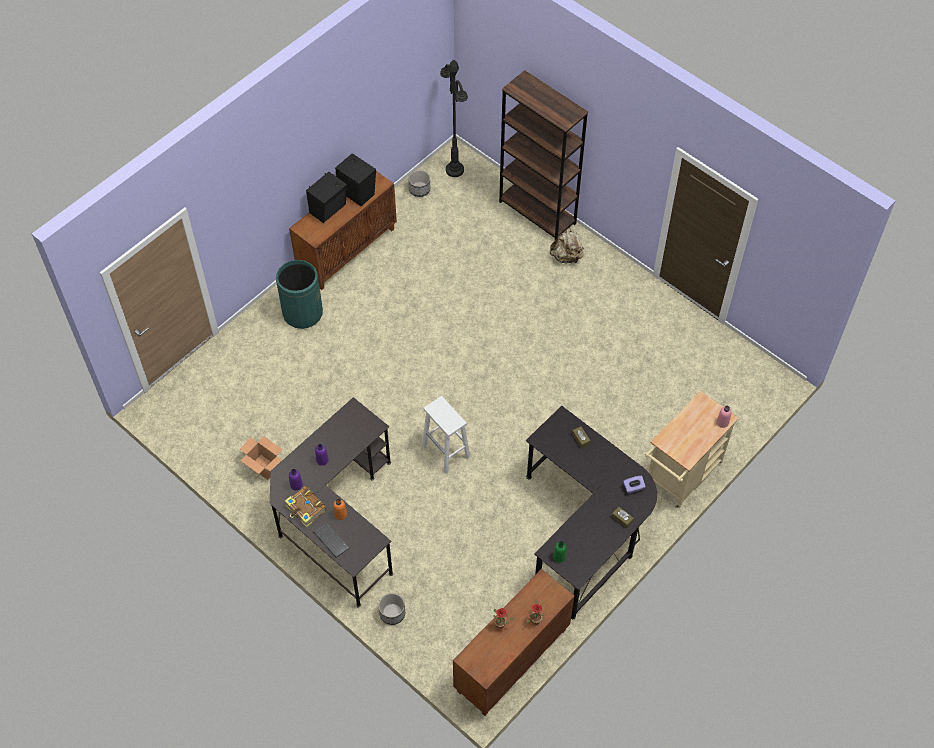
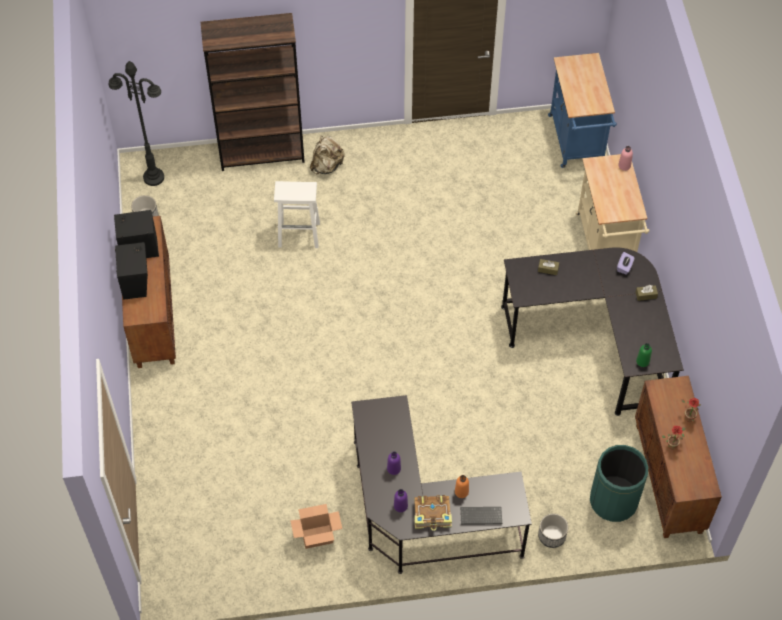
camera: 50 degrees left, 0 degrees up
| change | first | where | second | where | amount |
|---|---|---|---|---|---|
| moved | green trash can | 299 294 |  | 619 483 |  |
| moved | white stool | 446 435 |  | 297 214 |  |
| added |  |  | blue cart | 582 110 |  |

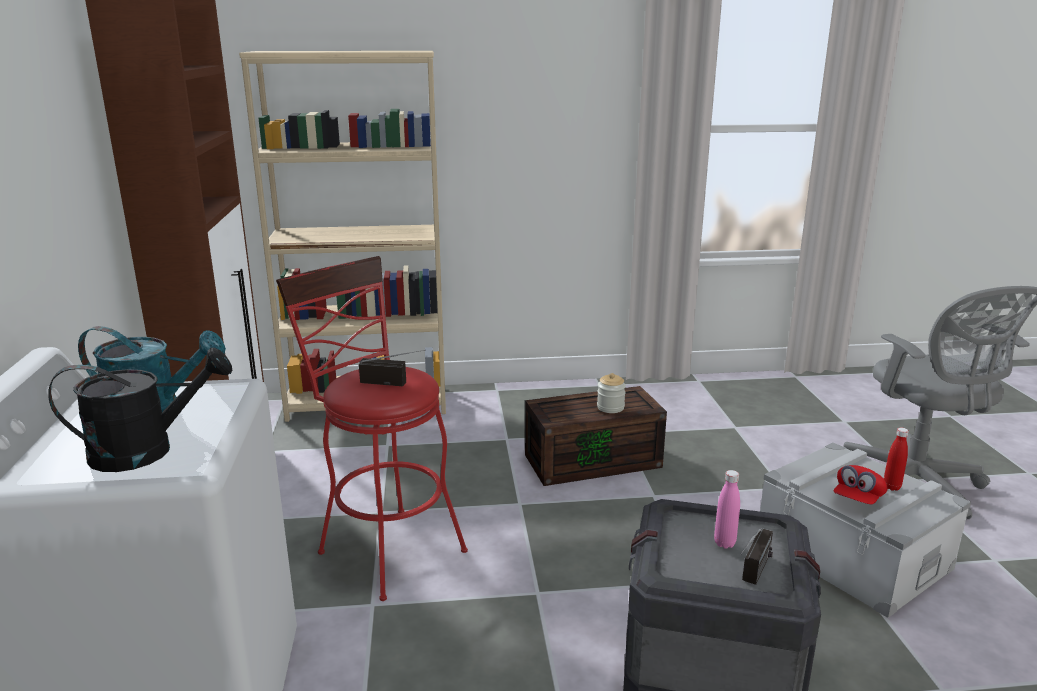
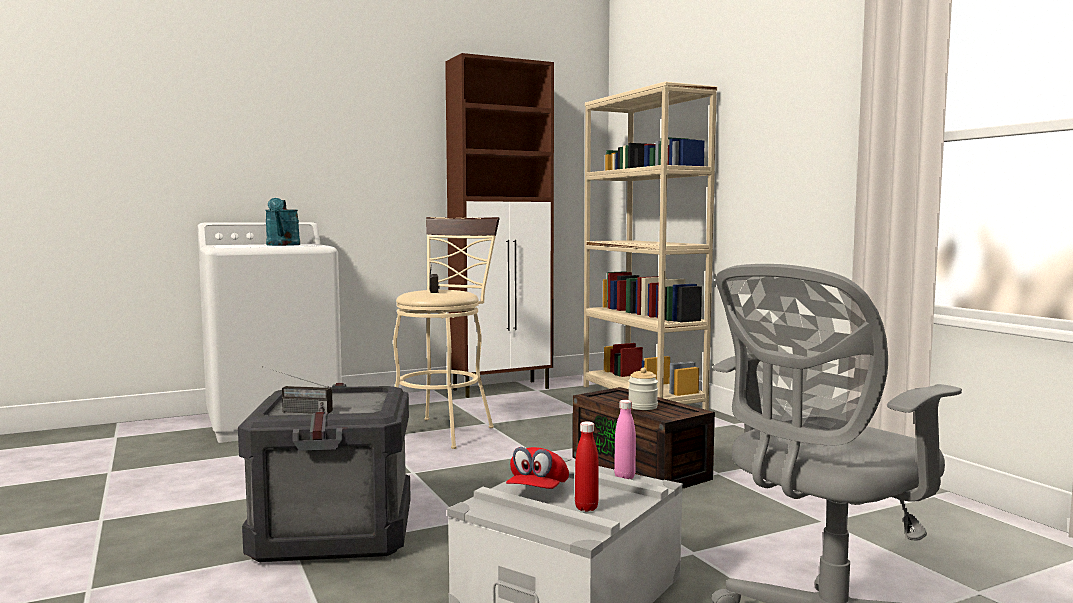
camera: 70 degrees right, 15 degrees down
| change | first | where | second | where | amount |
|---|---|---|---|---|---|
| removed | black watering can | 140 409 |  |  |  |
| recoloured | red stool | 372 428 | beige stool | 446 333 |  |
| moved | pink bottle | 727 509 |  | 625 439 |  |
| turned | red cap | 860 484 |  | 537 468 | 90 degrees counterclockwise |

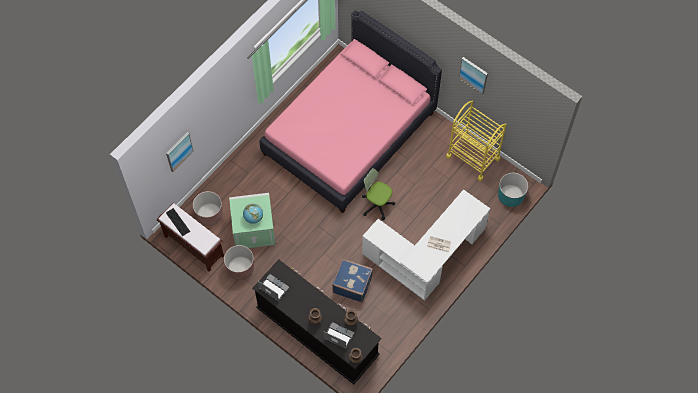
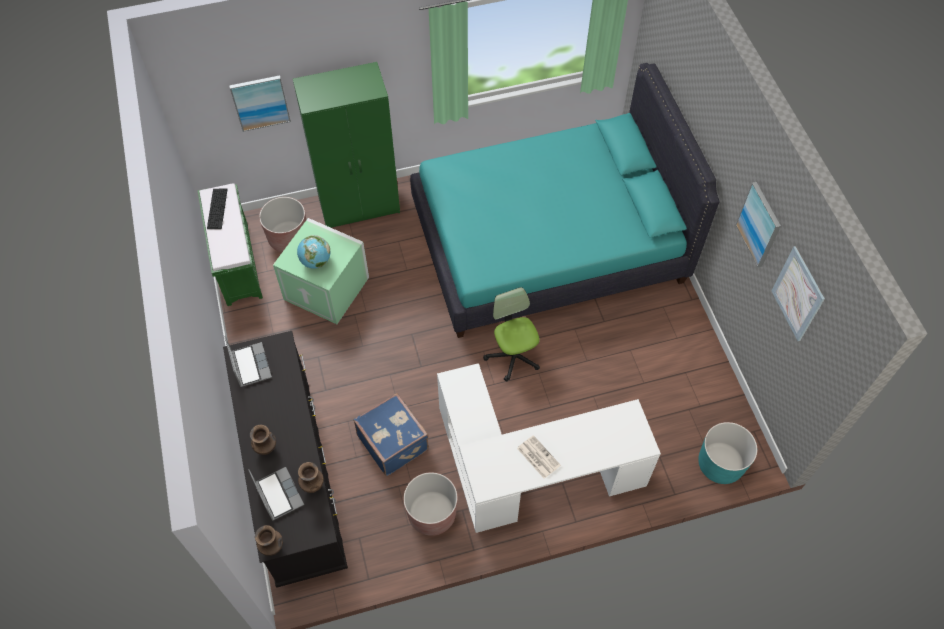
camera: 35 degrees right, 5 degrees down
| change | first | where | second | where | amount |
|---|---|---|---|---|---|
| recoloured | brown bench | 190 237 | green bench | 230 244 |  |
| moved | brown planter | 239 262 |  | 430 504 |  |
| recoloured | pink bed | 351 112 | turquoise bed | 565 200 |  |
| removed | yellow cart | 476 141 |  |  |  |
| added |  |  | green wardrobe | 346 145 |  |
| added |  |  | picture | 798 293 |  |

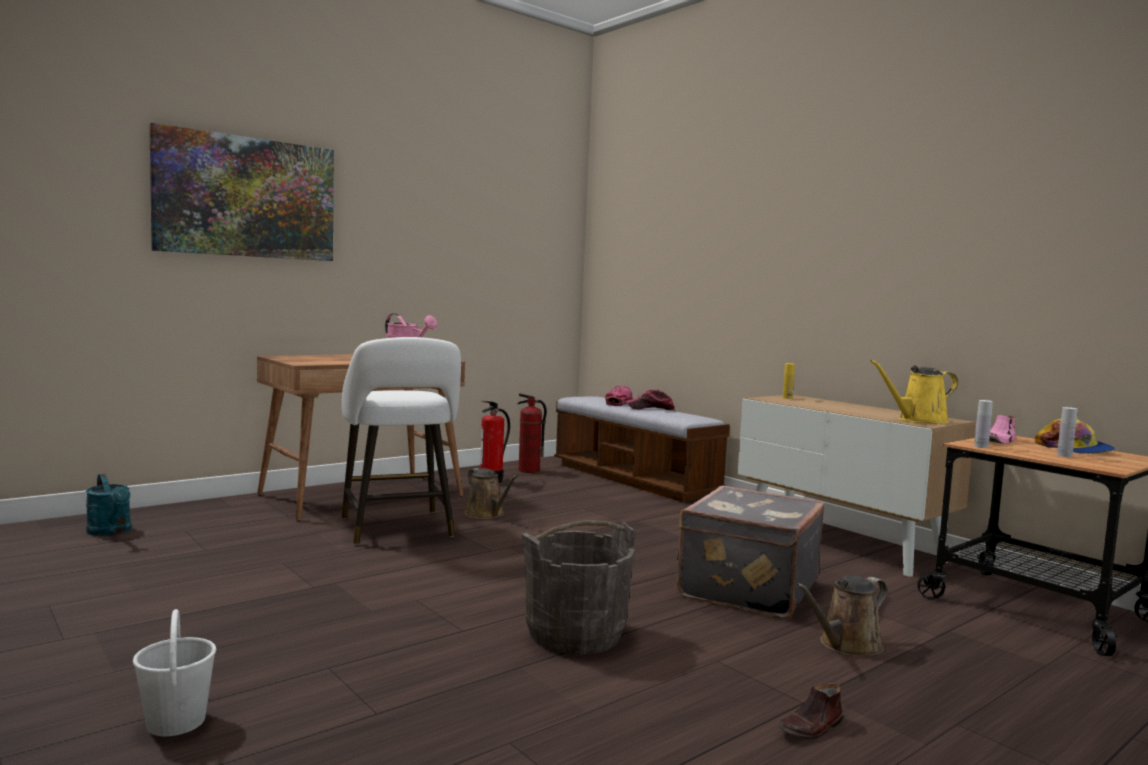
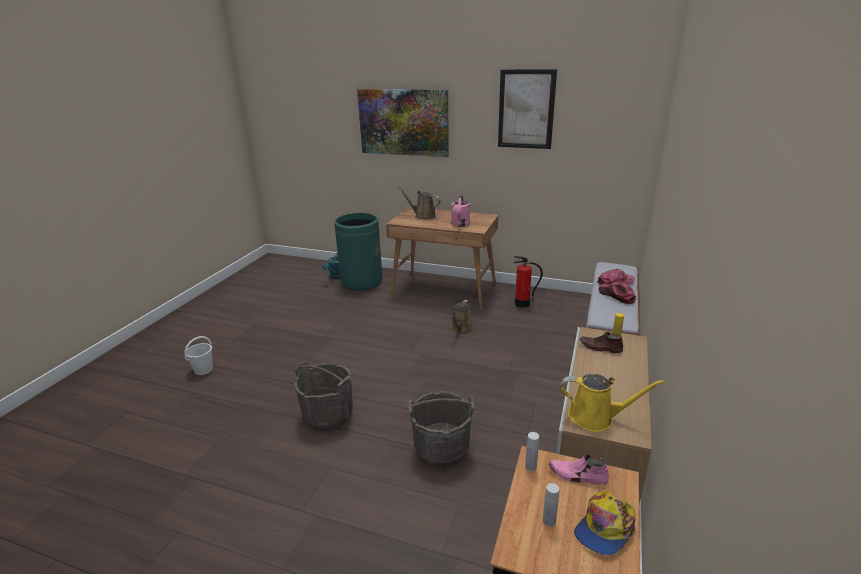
camera: 60 degrees right, 20 degrees up
| change | first | where | second | where | amount |
|---|---|---|---|---|---|
| removed | white stool | 401 441 |  |  |  |
| removed | fire extinguisher | 532 433 |  |  |  |
| replaced | grey suitcase | 751 552 | grey bucket | 441 429 |  |
| moved | brown shoe | 811 712 |  | 601 342 |  |
| moved | brown watering can | 841 615 |  | 419 203 |  |
| turned | yellow watering can | 914 392 |  | 612 403 | 150 degrees clockwise |
| added |  |  | green trash can | 358 252 |  |
| added |  |  | picture | 527 109 |  |

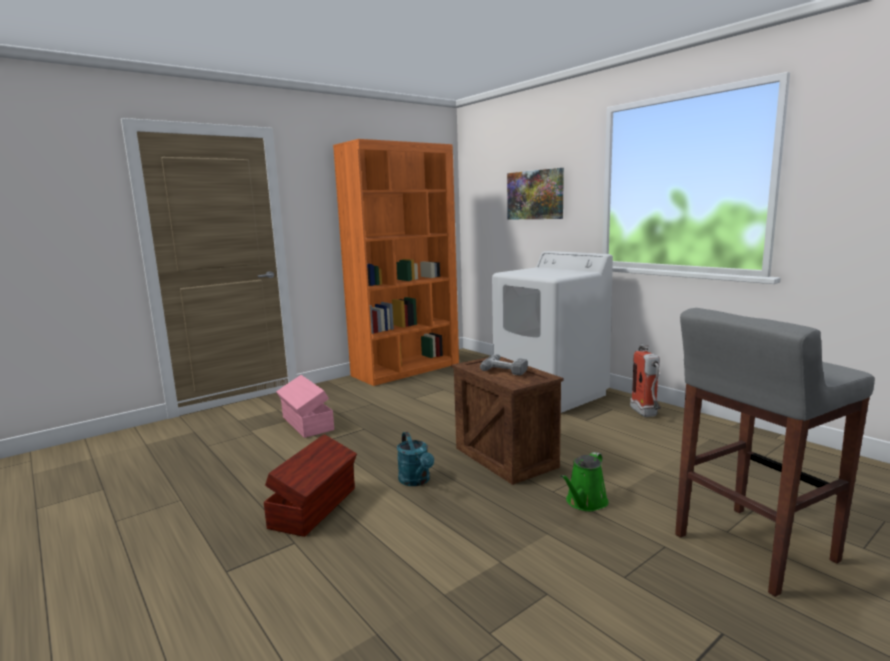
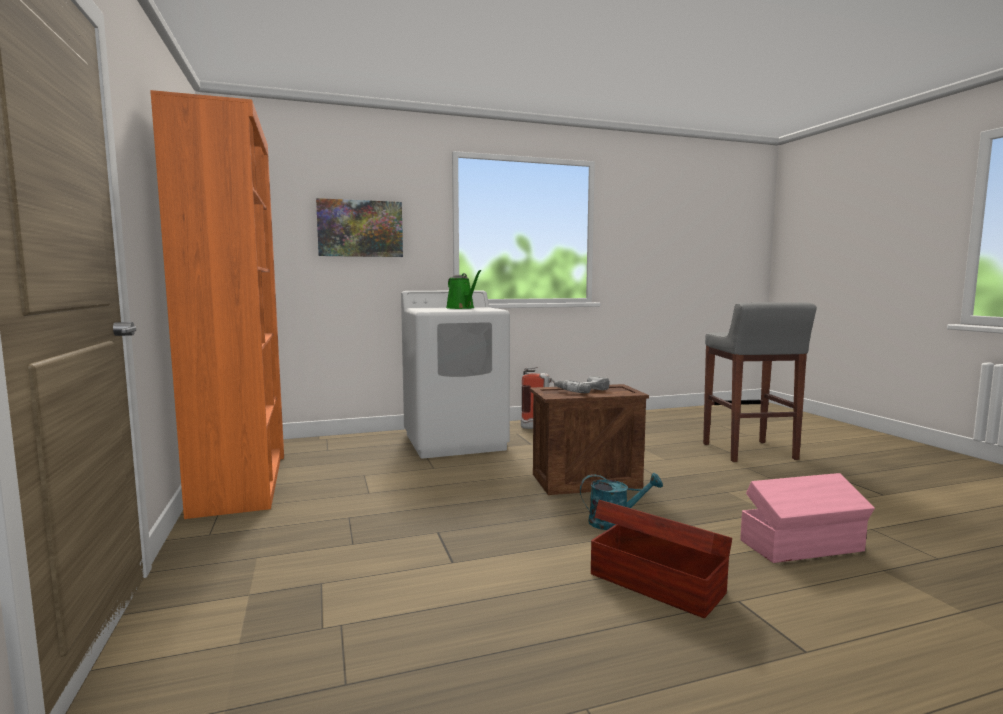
camera: 70 degrees left, 5 degrees down
| change | first | where | second | where | amount |
|---|---|---|---|---|---|
| moved | pink storage box | 305 406 |  | 807 518 |  |
| moved | green watering can | 584 481 |  | 463 289 |  |

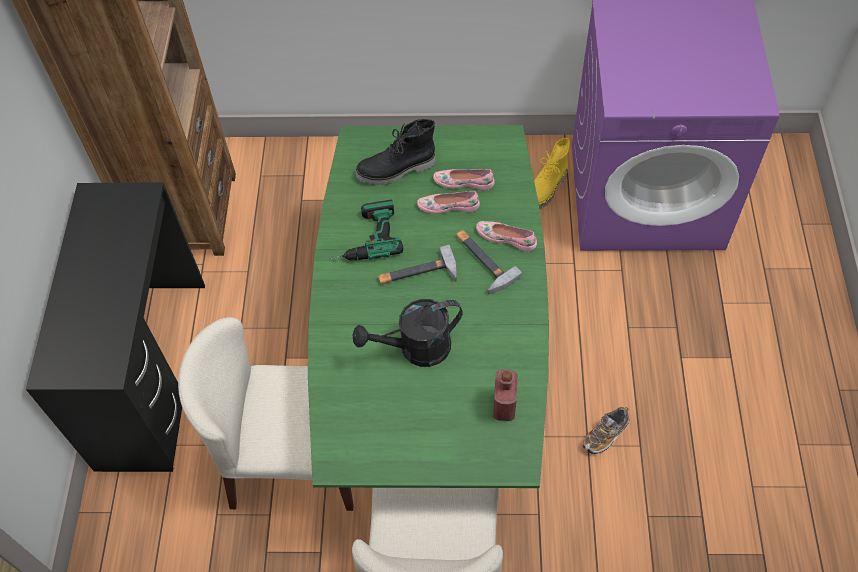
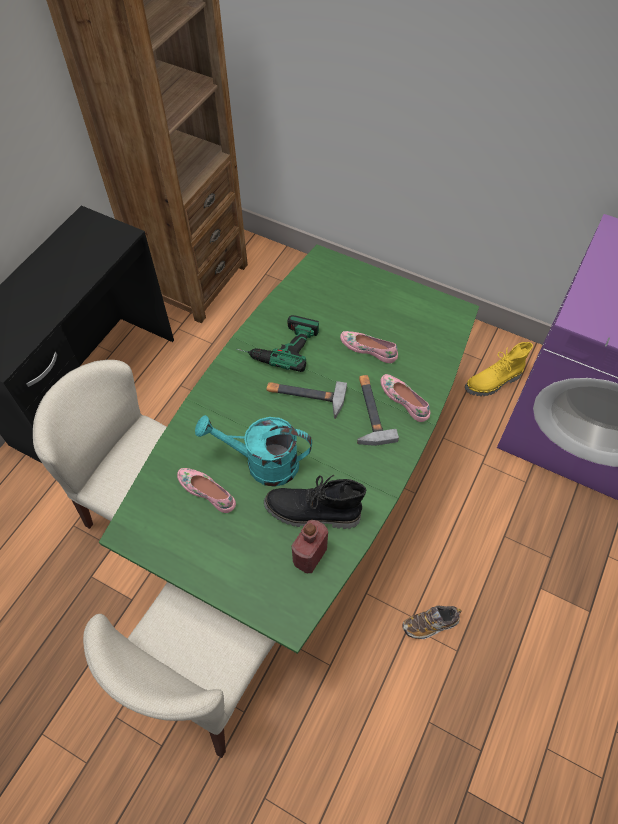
camera: 25 degrees right, 0 degrees up
| change | first | where | second | where | amount |
|---|---|---|---|---|---|
| recoloured | black watering can | 408 333 | turquoise watering can | 253 451 |  |
| moved | black boot | 395 152 |  | 315 502 |  |
| moved | pink shoe | 464 179 |  | 206 490 |  |

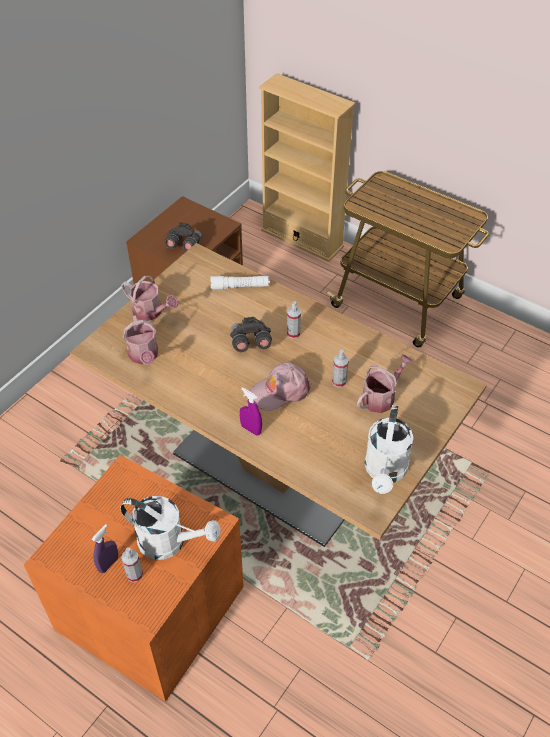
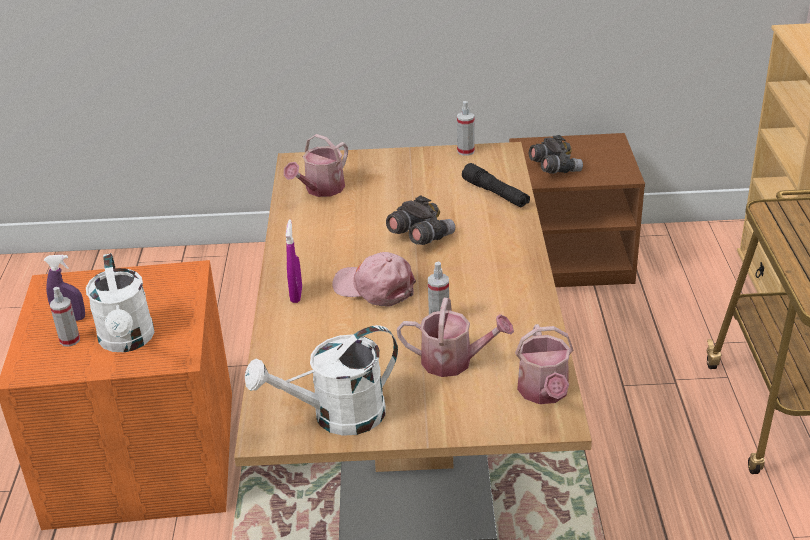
camera: 55 degrees right, 15 degrees down
| change | first | where | second | where | amount |
|---|---|---|---|---|---|
| moved | watering can | 150 298 |  | 544 364 |  |
| recoloured | white flashlight | 240 283 | black flashlight | 496 185 |  |
| moved | spray bottle | 294 320 |  | 466 128 |  |

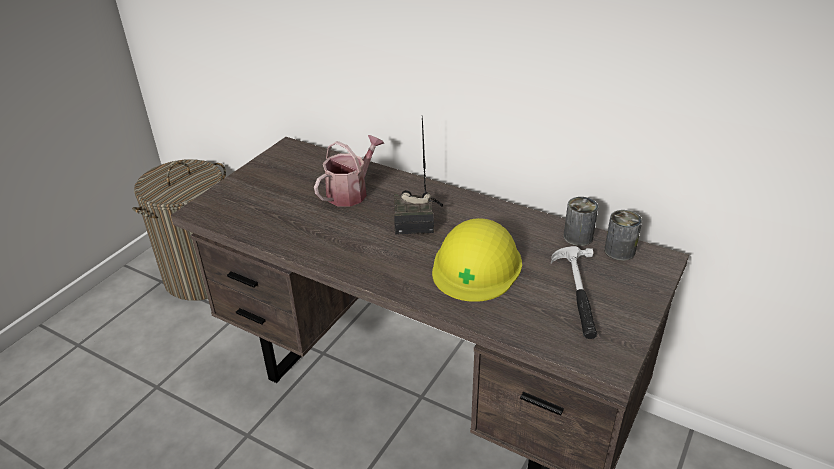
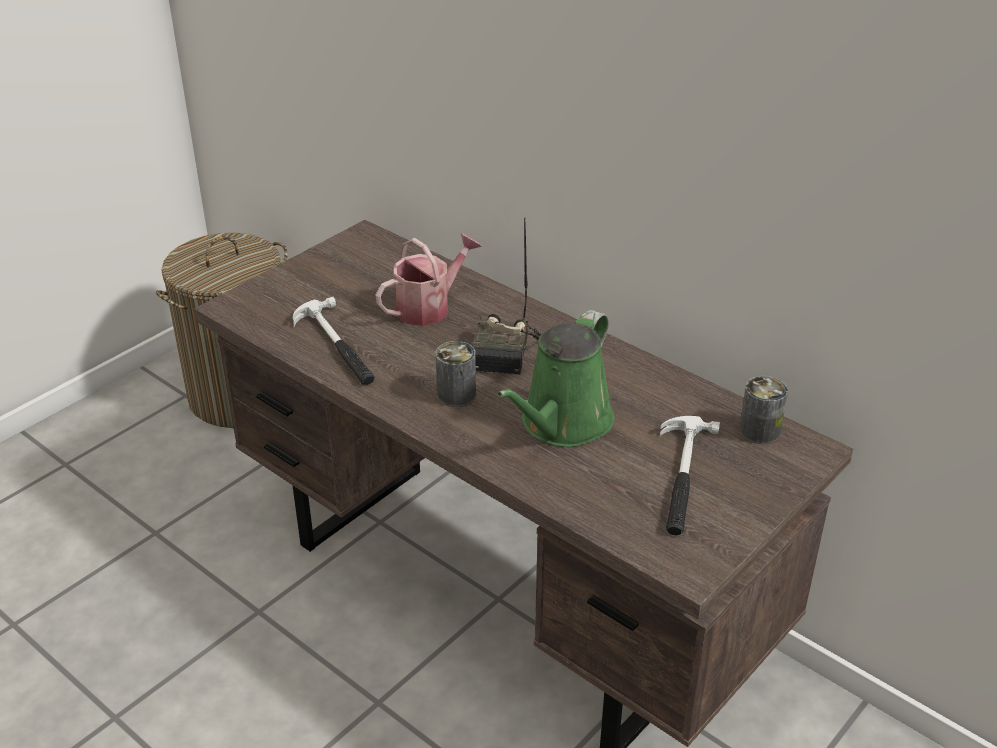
camera: 10 degrees right, 0 degrees up
| change | first | where | second | where | amount |
|---|---|---|---|---|---|
| replaced | yellow hard hat | 477 260 | green watering can | 555 378 |  |
| moved | can | 581 221 |  | 455 374 |  |
| added |  |  | hammer | 334 341 |  |

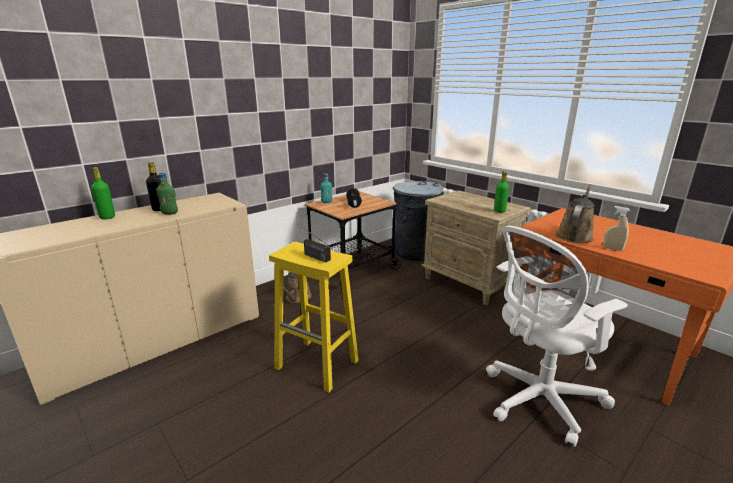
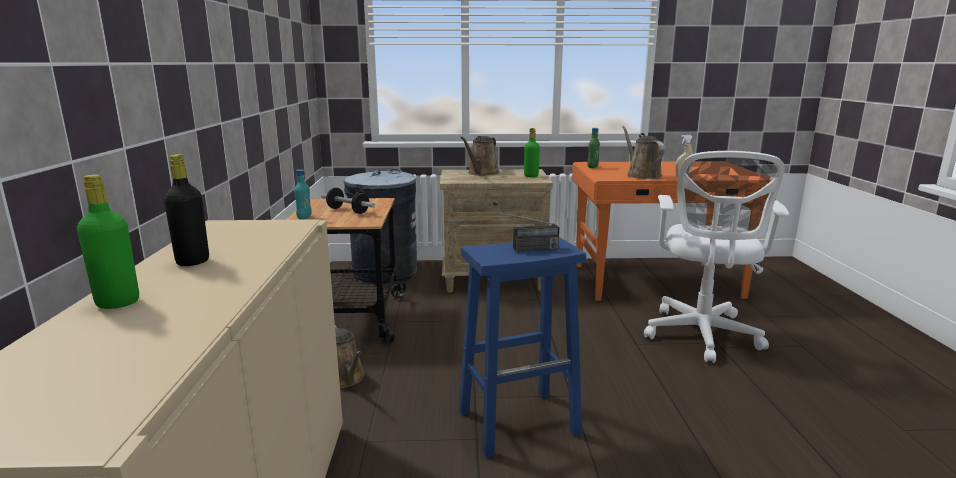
camera: 50 degrees left, 5 degrees down
| change | first | where | second | where | amount |
|---|---|---|---|---|---|
| moved | green bottle | 167 194 |  | 594 148 |  |
| recoloured | yellow stool | 314 317 | blue stool | 522 347 |  |
| added |  |  | brown watering can | 480 156 |  |

